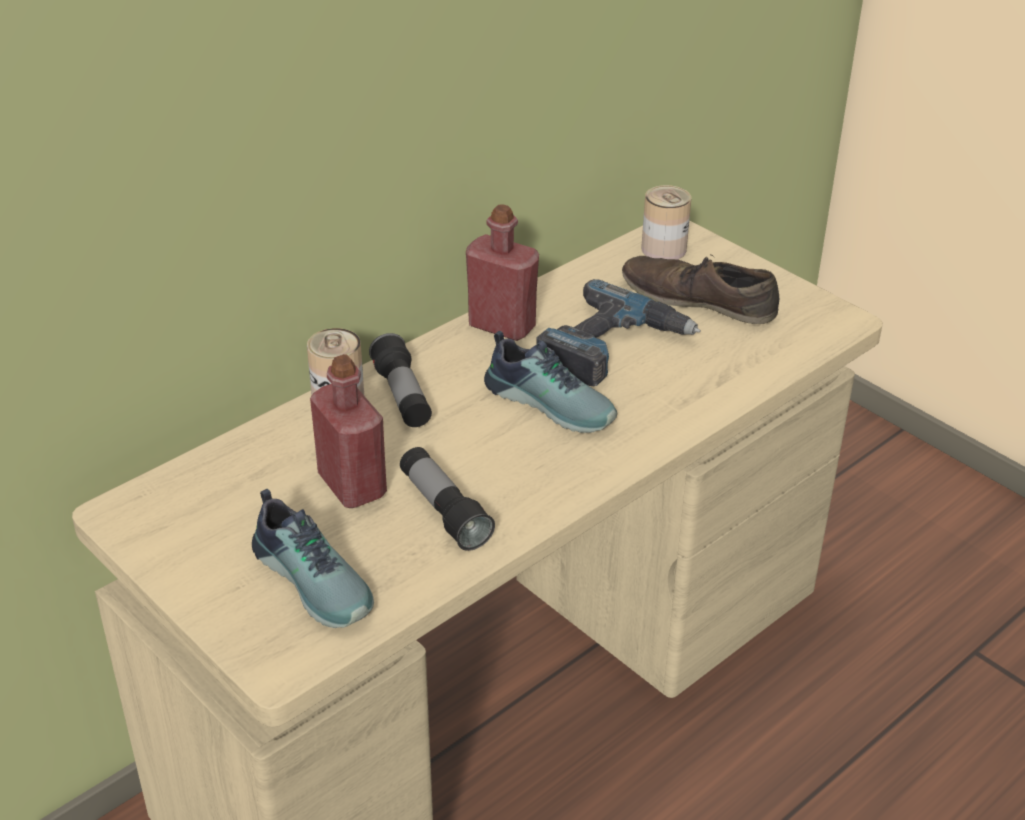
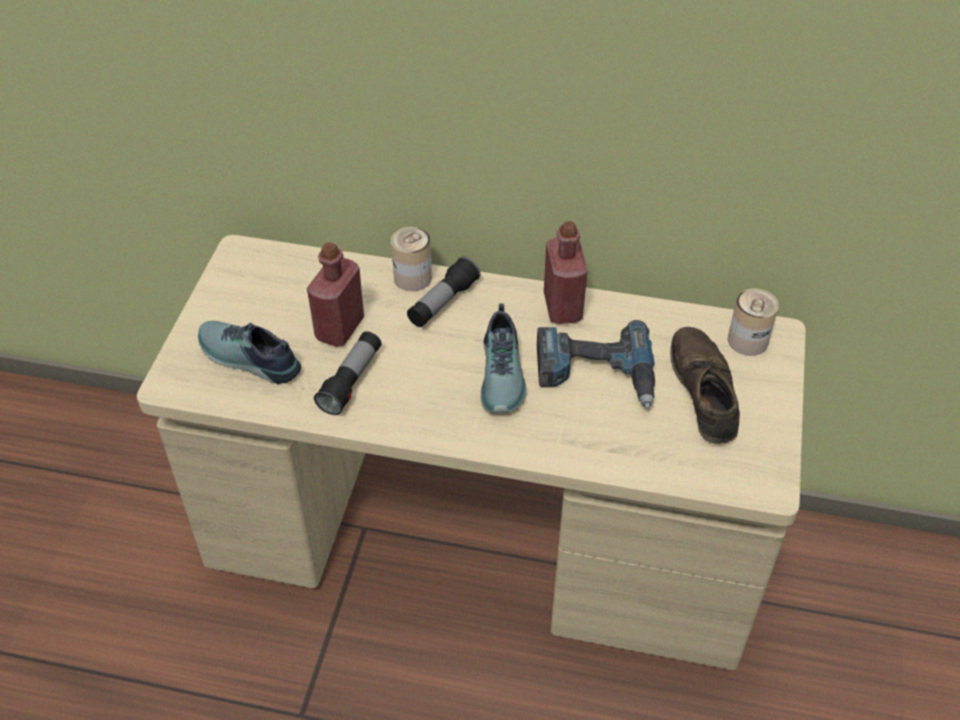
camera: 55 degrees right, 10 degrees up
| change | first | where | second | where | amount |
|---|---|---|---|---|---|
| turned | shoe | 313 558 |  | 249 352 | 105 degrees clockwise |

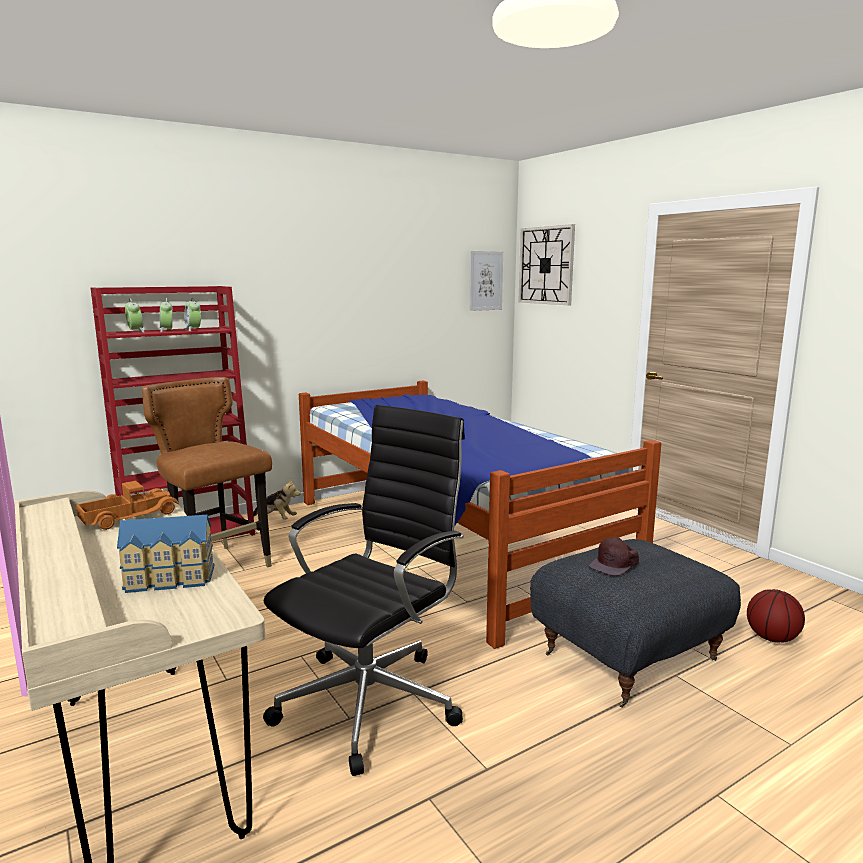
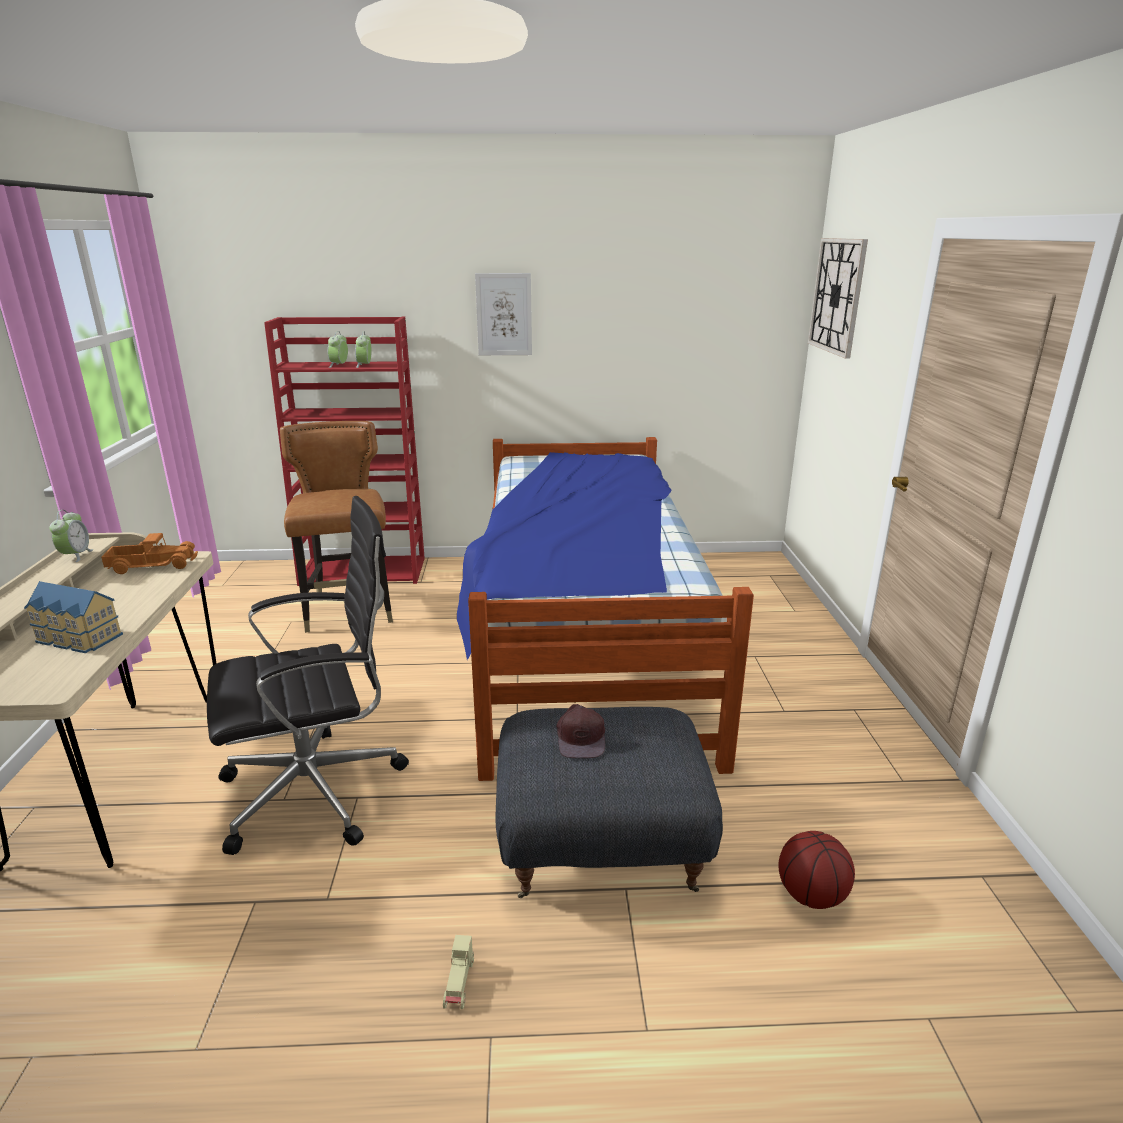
camera: 30 degrees right, 10 degrees up
| change | first | where | second | where | amount |
|---|---|---|---|---|---|
| moved | alarm clock | 134 315 |  | 71 536 |  |
| removed | plush toy | 276 499 |  |  |  |
| moved | picture | 486 281 |  | 503 314 |  |
| turned | brown cap | 614 556 |  | 580 731 | 75 degrees counterclockwise |
| added |  |  | beige toy car | 458 972 |  |

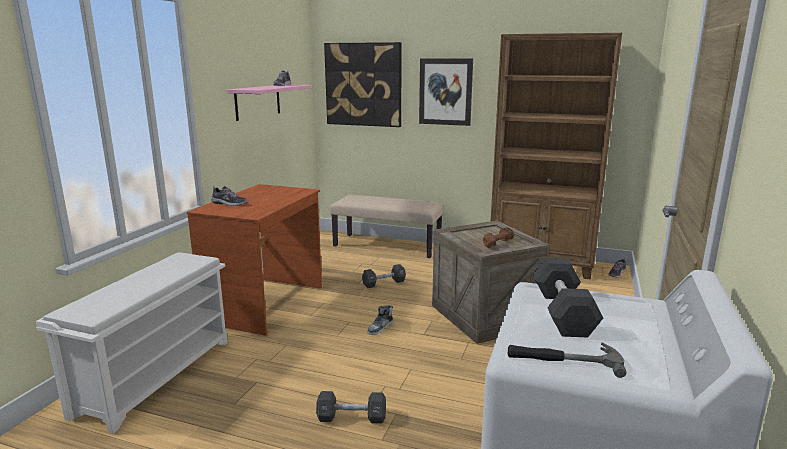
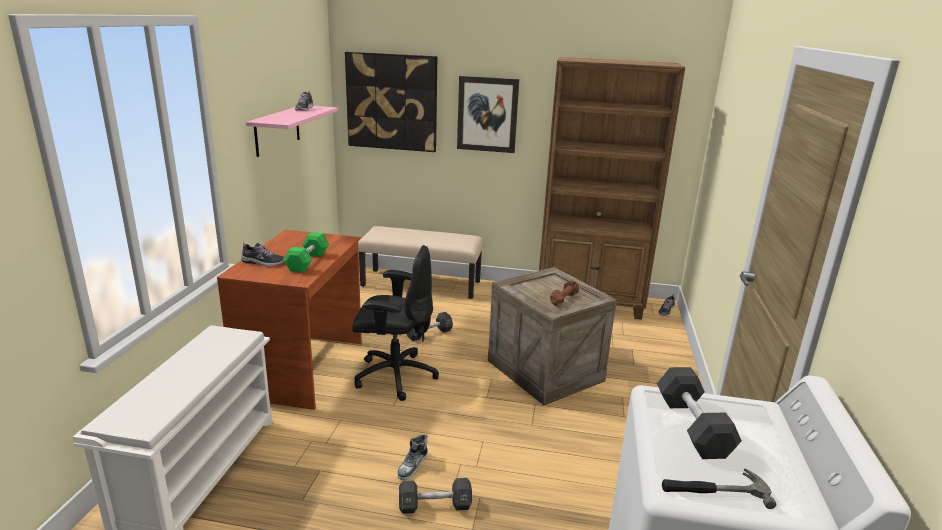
camera: 10 degrees left, 5 degrees up
| change | first | where | second | where | amount |
|---|---|---|---|---|---|
| moved | shoe | 380 320 |  | 412 457 |  |
| added |  |  | green dumbbell | 306 252 |  |
| added |  |  | black office chair | 395 323 |  |

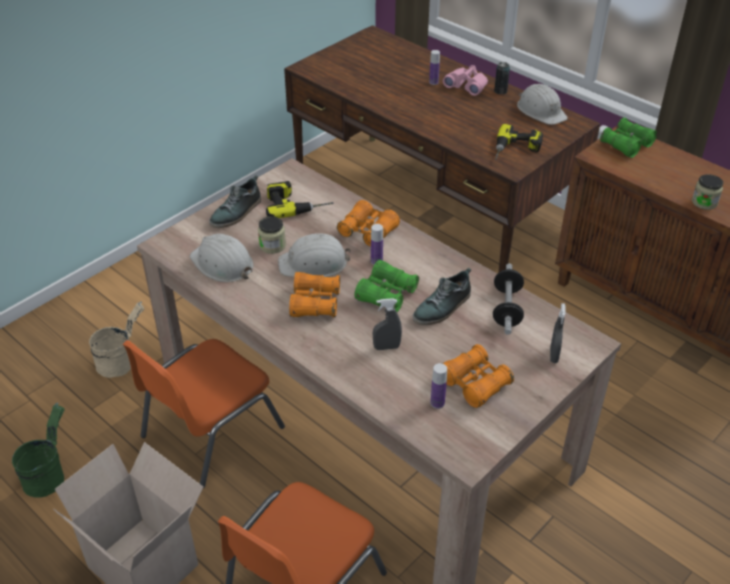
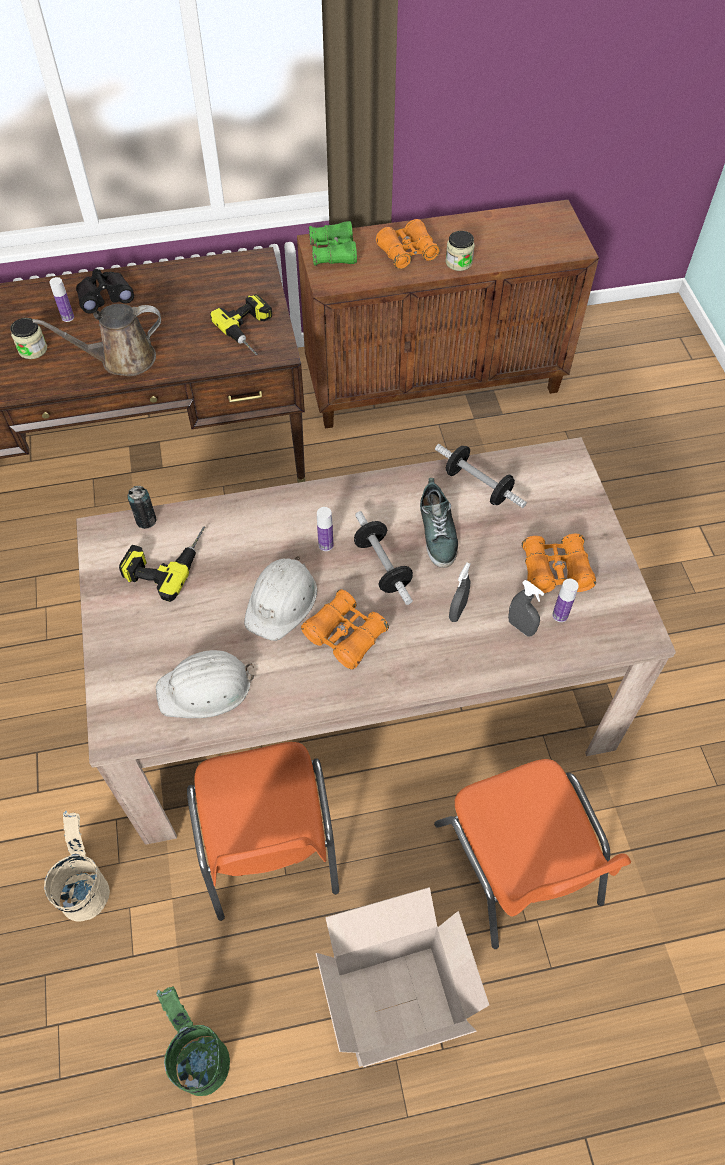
camera: 55 degrees left, 15 degrees up
| change | first | where | second | where | amount |
|---|---|---|---|---|---|
| removed | shoe | 235 201 |  |  |  |
| moved | jar | 272 235 |  | 28 338 |  |
| moved | orange binoculars | 368 223 |  | 408 244 |  |
| replaced | green binoculars | 386 286 | dumbbell | 383 558 |  |
| recoloured | pink binoculars | 465 80 | black binoculars | 105 291 |  |
| moved | can | 502 78 |  | 142 507 |  |
| removed | white hard hat | 542 104 |  |  |  |
| moved | grey spray bottle | 557 333 |  | 526 608 |  |
| added |  |  | brown watering can | 97 340 |  |

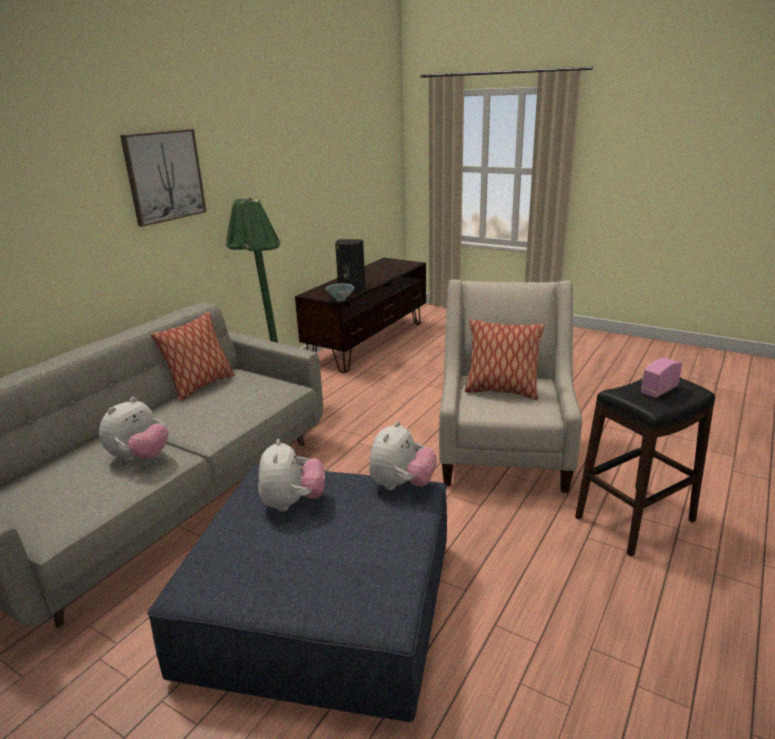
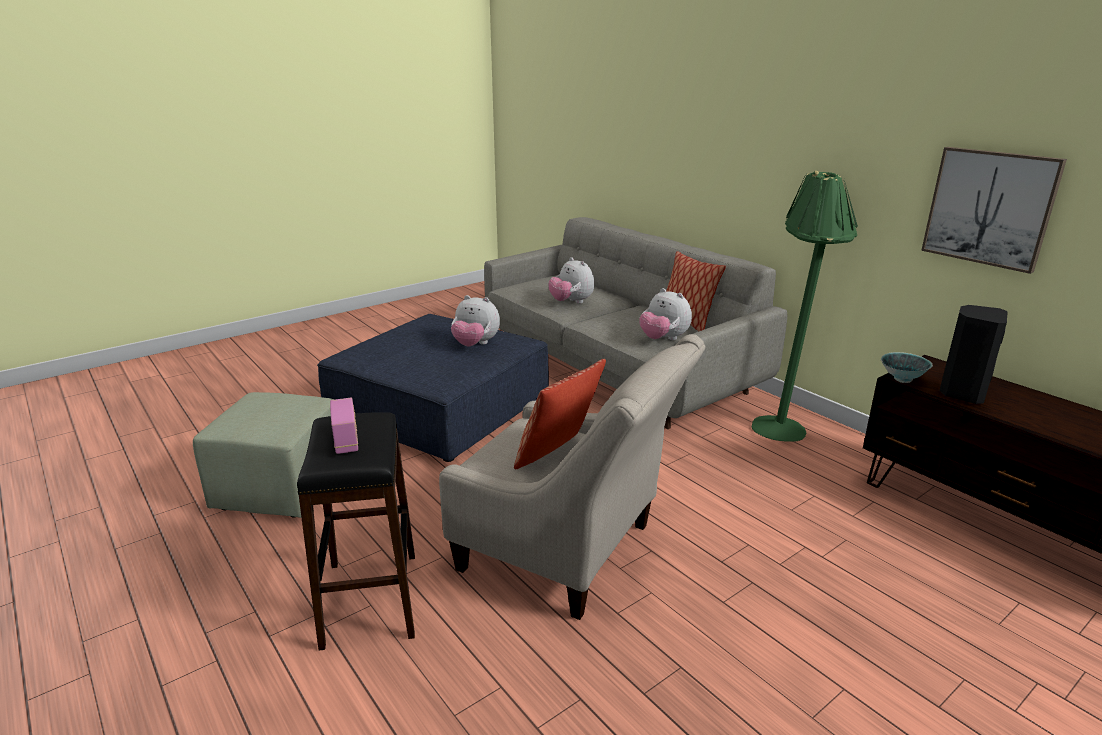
camera: 110 degrees right, 0 degrees up
| change | first | where | second | where | amount |
|---|---|---|---|---|---|
| moved | picture | 163 178 |  | 994 210 |  |
| moved | plush toy | 403 455 |  | 665 314 |  |
| added |  |  | green ottoman | 264 455 |  |

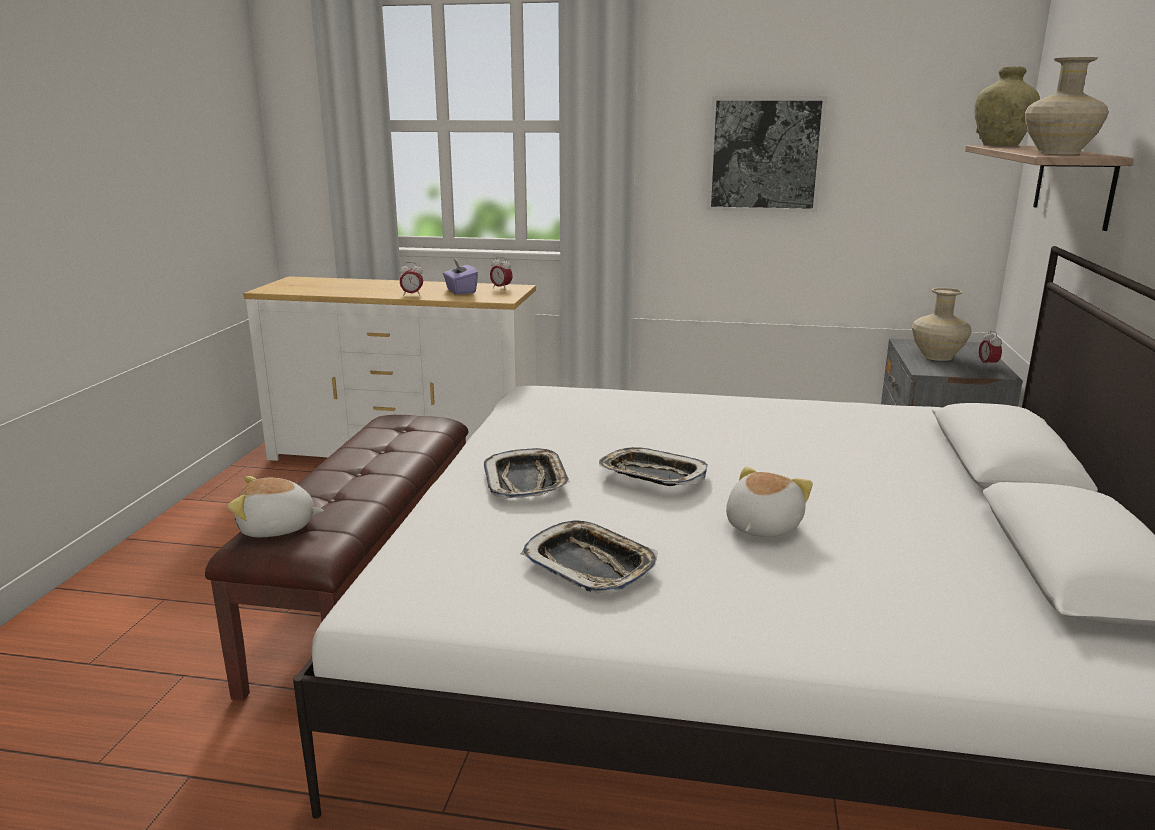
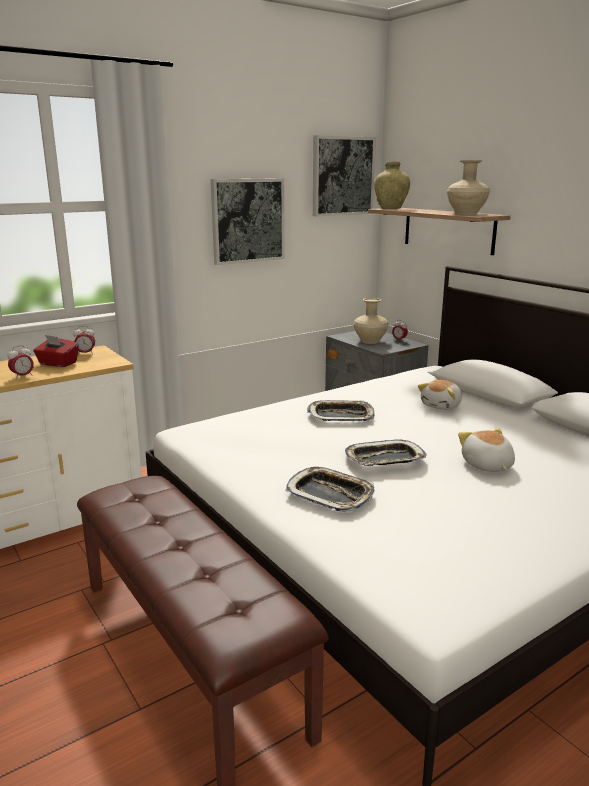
camera: 45 degrees left, 0 degrees up
| change | first | where | second | where | amount |
|---|---|---|---|---|---|
| moved | plush toy | 276 506 |  | 440 395 |  |
| recoloured | purple tissue box | 460 276 | red tissue box | 56 351 |  |
| moved | tray | 589 557 |  | 341 410 |  |
| added |  |  | picture | 344 176 |  |

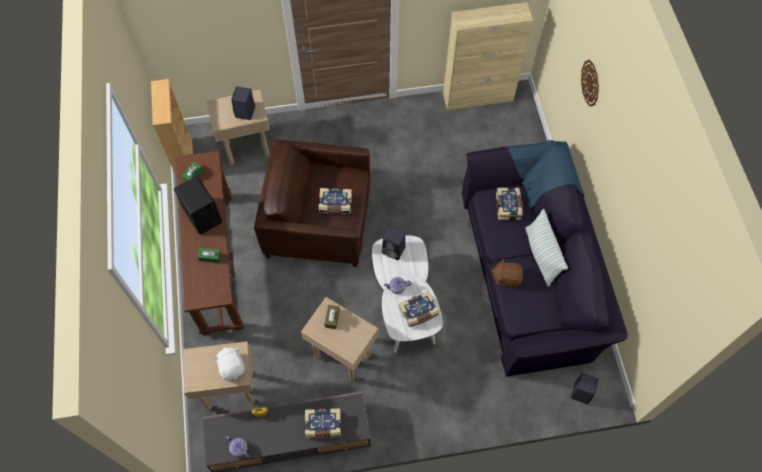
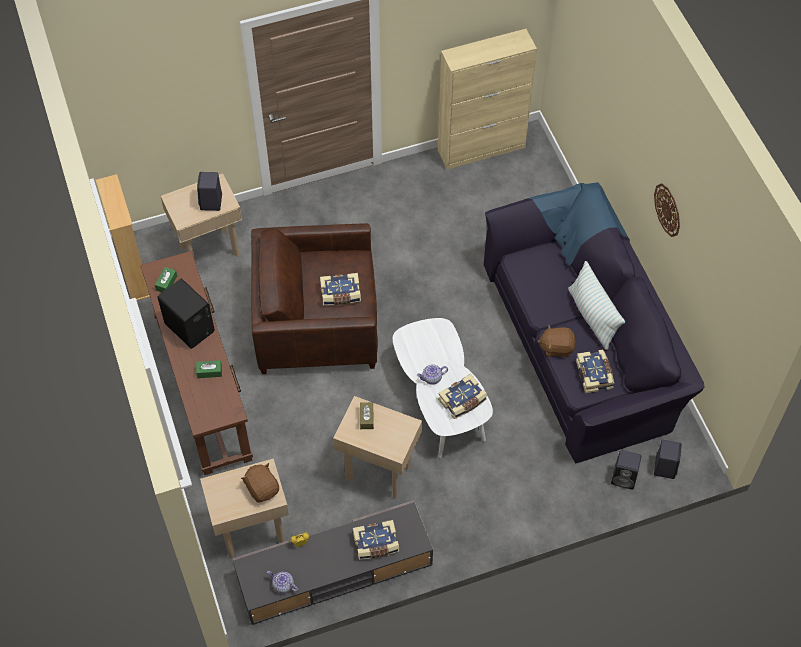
camera: 10 degrees left, 5 degrees down
| change | first | where | second | where | amount |
|---|---|---|---|---|---|
| recoloured | white plush toy | 228 363 | brown plush toy | 260 483 |  |
| moved | black speaker | 394 243 |  | 626 469 |  |
| moved | book | 509 204 |  | 595 371 |  |
| moved | wall clock | 590 83 |  | 667 210 |  |

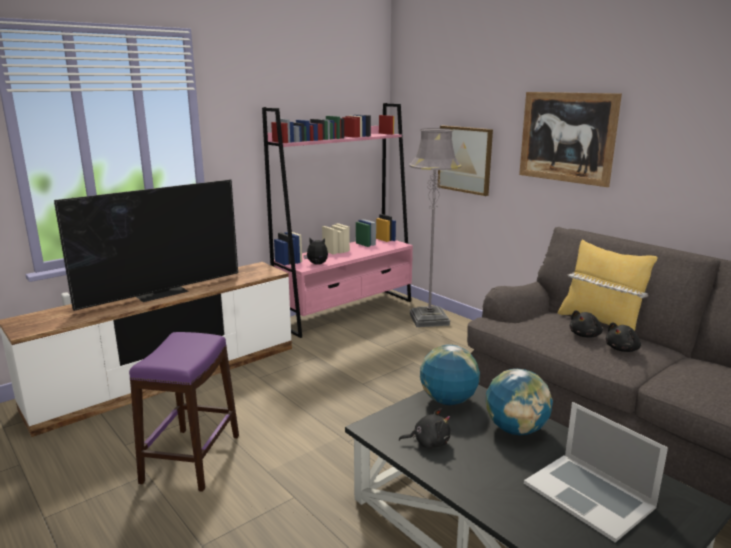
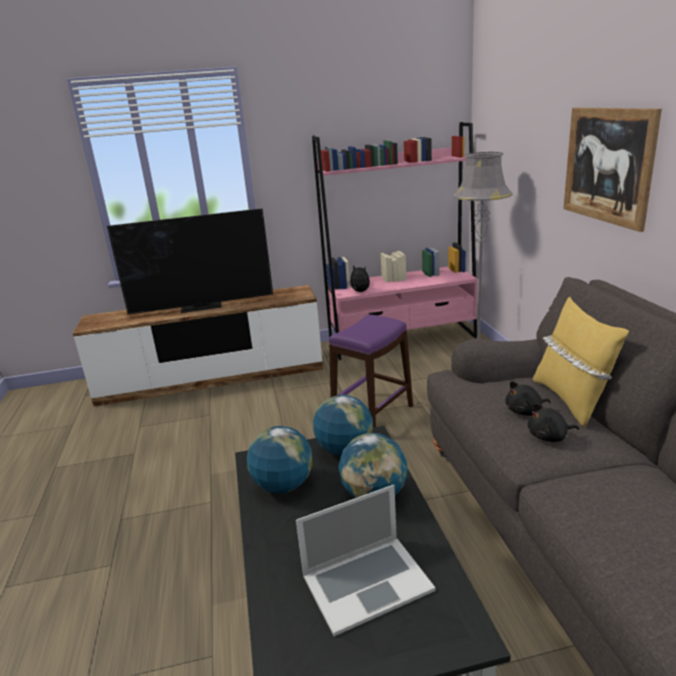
camera: 30 degrees right, 5 degrees up
| change | first | where | second | where | amount |
|---|---|---|---|---|---|
| moved | purple stool | 184 412 |  | 371 371 |  |
| replaced | black plush toy | 425 429 | globe | 279 459 |  |
| removed | picture | 465 161 |  |  |  |
| turned | laptop | 596 472 |  | 366 560 | 105 degrees counterclockwise |

